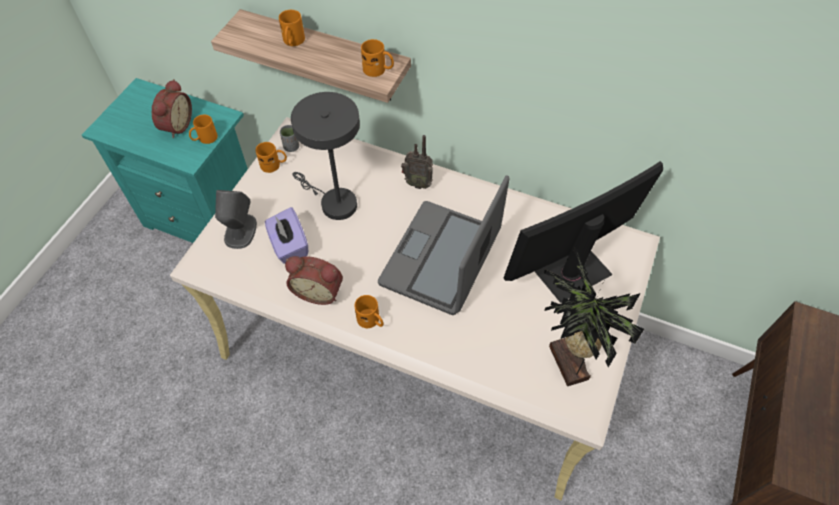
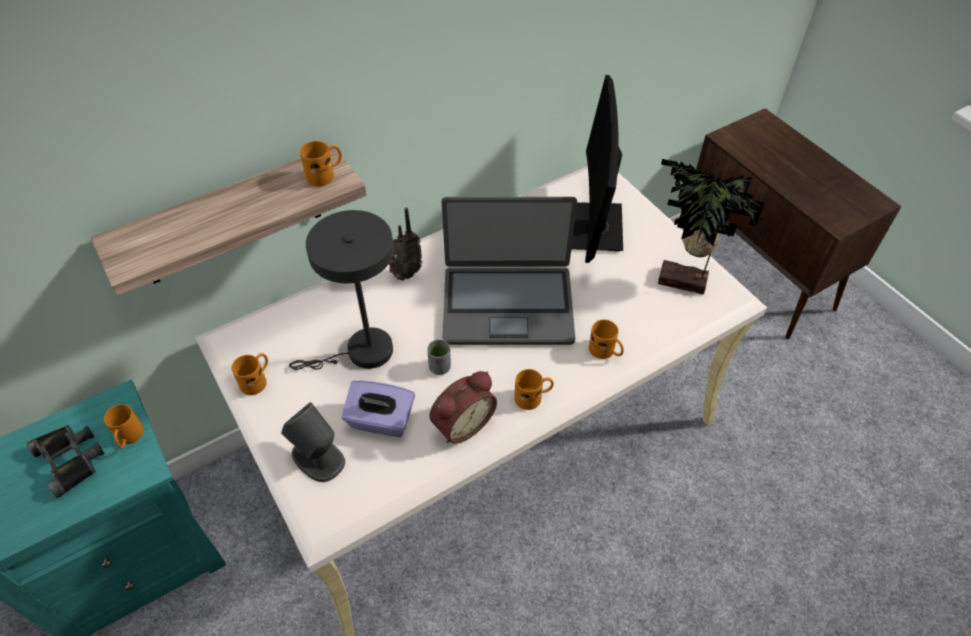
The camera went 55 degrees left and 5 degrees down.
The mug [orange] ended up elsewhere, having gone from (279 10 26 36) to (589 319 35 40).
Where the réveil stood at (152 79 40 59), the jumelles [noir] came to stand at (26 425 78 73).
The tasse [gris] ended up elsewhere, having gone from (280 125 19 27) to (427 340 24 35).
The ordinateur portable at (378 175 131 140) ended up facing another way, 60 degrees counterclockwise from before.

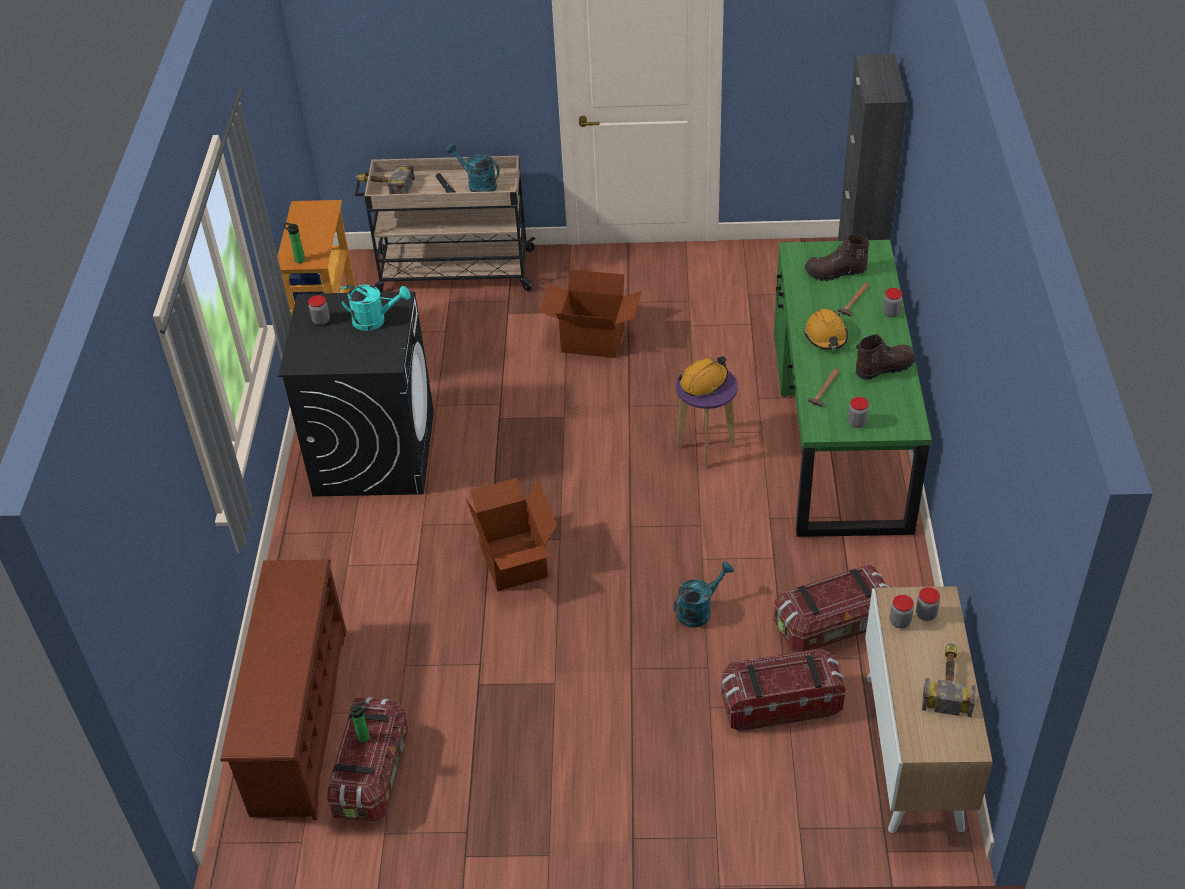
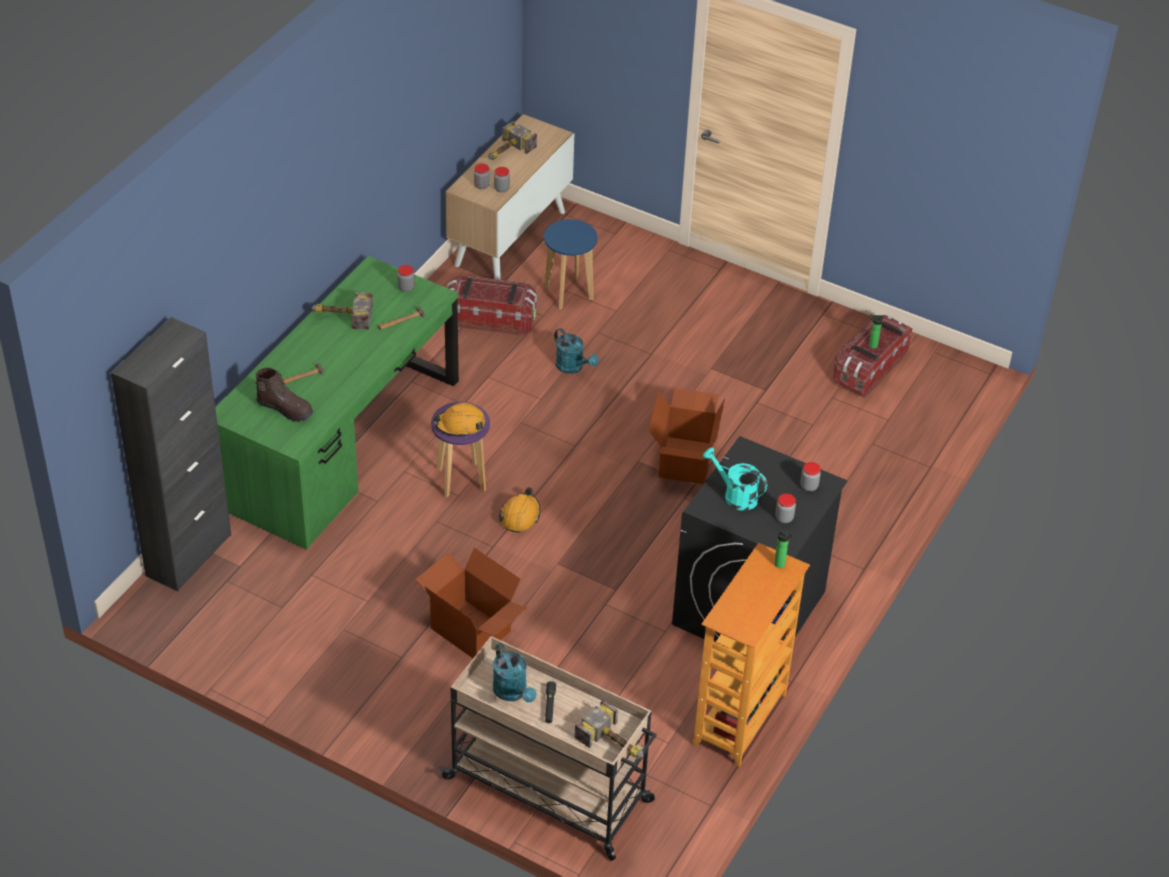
The camera went 155 degrees left and 0 degrees up.
The bocal ended up elsewhere, having gone from (882 288 20 29) to (800 462 21 29).
The casque de chantier [orange] ended up elsewhere, having gone from (804 309 44 41) to (499 487 42 46).
Where the botte [marron] stood at (855 334 61 46), the marteau came to stand at (311 292 62 38).
The second view lost the étagère à chaussures [marron] at (221 559 126 261).
The arrosoir [turquoise] at (673 561 61 67) ended up facing another way, 120 degrees counterclockwise from before.
Where the boîte de rangement stood at (721 648 125 83), the tabouret [bleu] came to stand at (544 219 54 90).

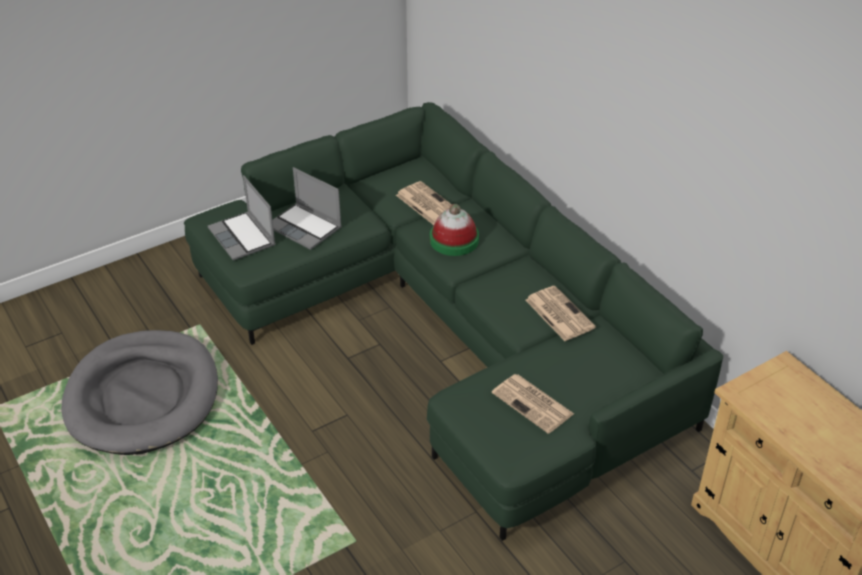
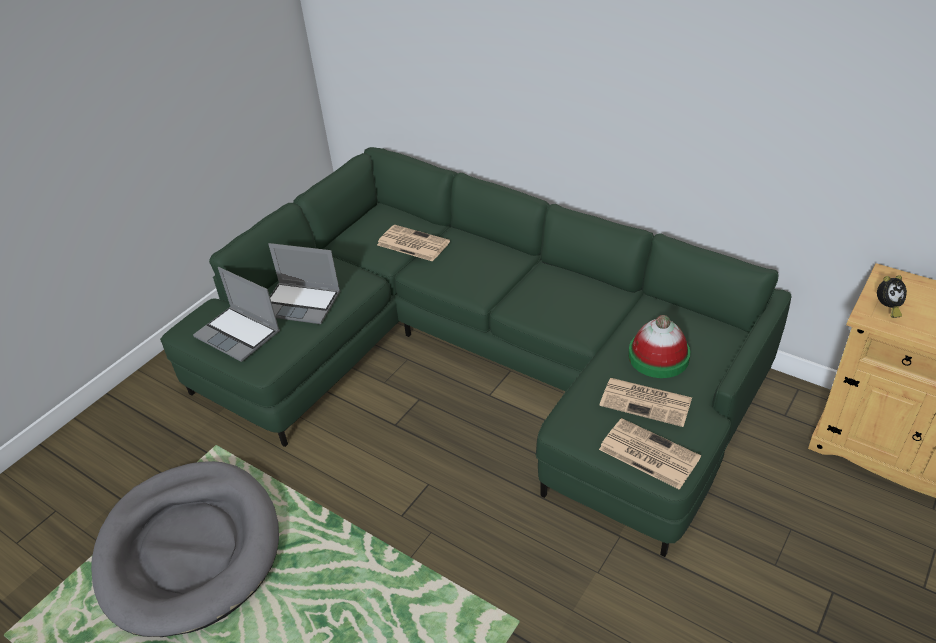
The camera went 20 degrees left and 0 degrees up.
The chapeau ended up elsewhere, having gone from (430 204 49 52) to (628 315 62 63).
The journal ended up elsewhere, having gone from (526 286 70 55) to (599 418 102 72).
The second view gained the réveil at (877 275 30 43).

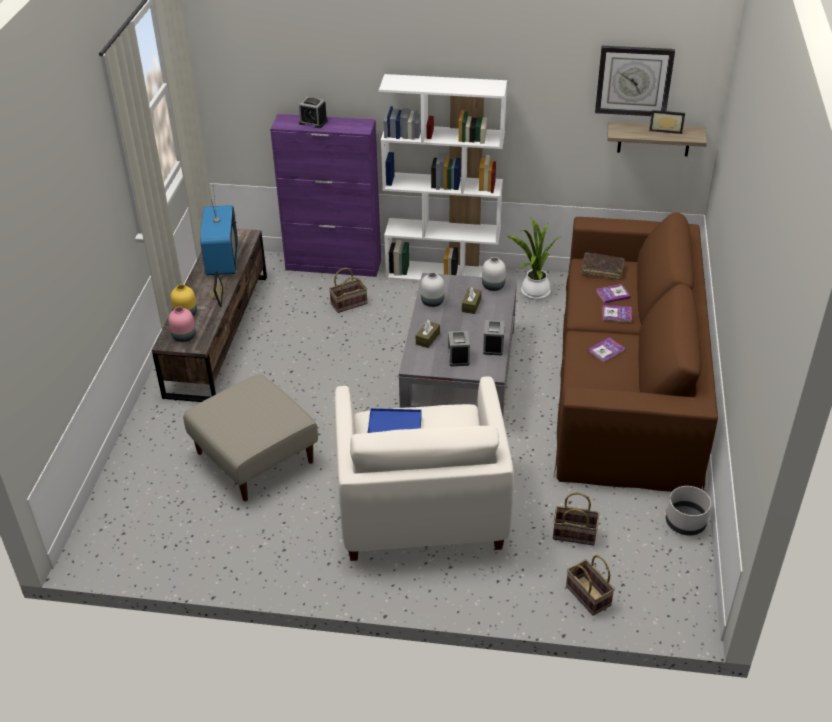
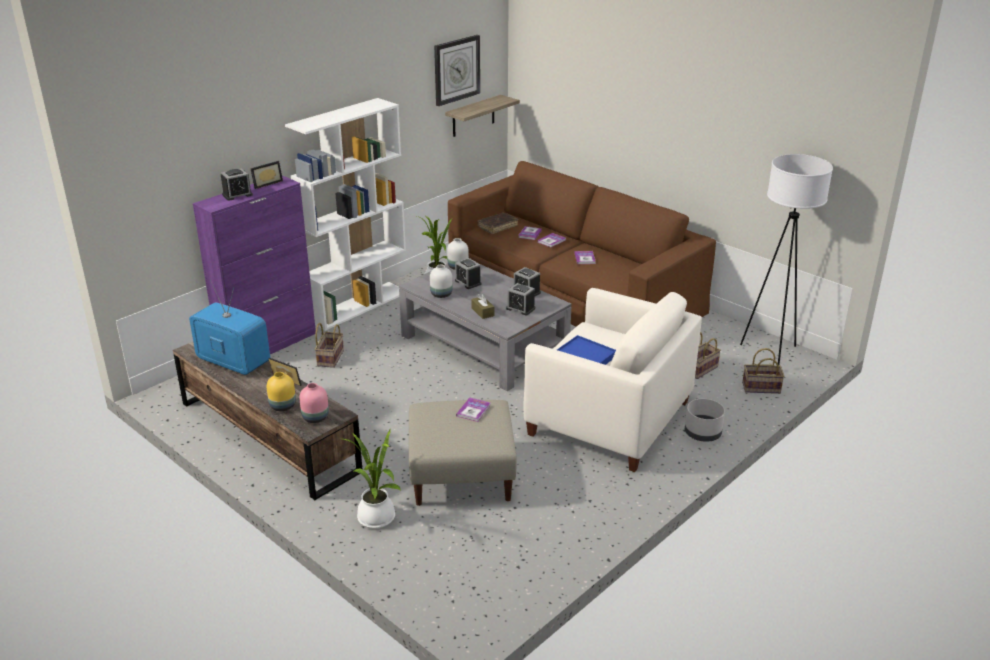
The camera went 55 degrees left and 10 degrees down.
The cadre photo ended up elsewhere, having gone from (649 110 36 24) to (250 161 33 28).
Where the boîte à mouchoirs [marron] stood at (462 287 19 27), the réveil came to stand at (455 258 26 31).
The cache-pot [gris] ended up elsewhere, having gone from (666 486 45 50) to (685 399 40 43).
The second view gained the lampadaire [blanc] at (740 154 93 211).
The second view gained the livre at (456 398 35 24).
The second view gained the plante en pot at (343 429 58 100).

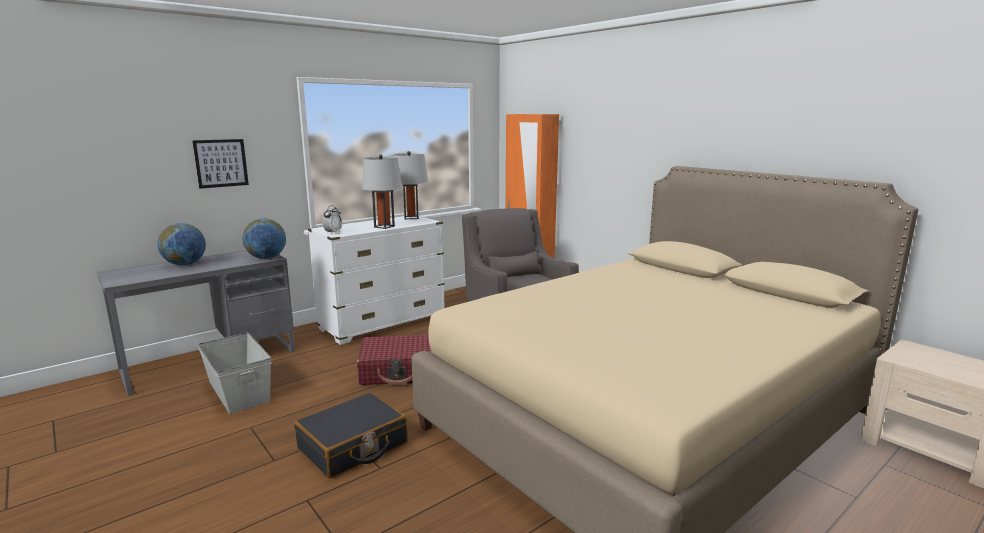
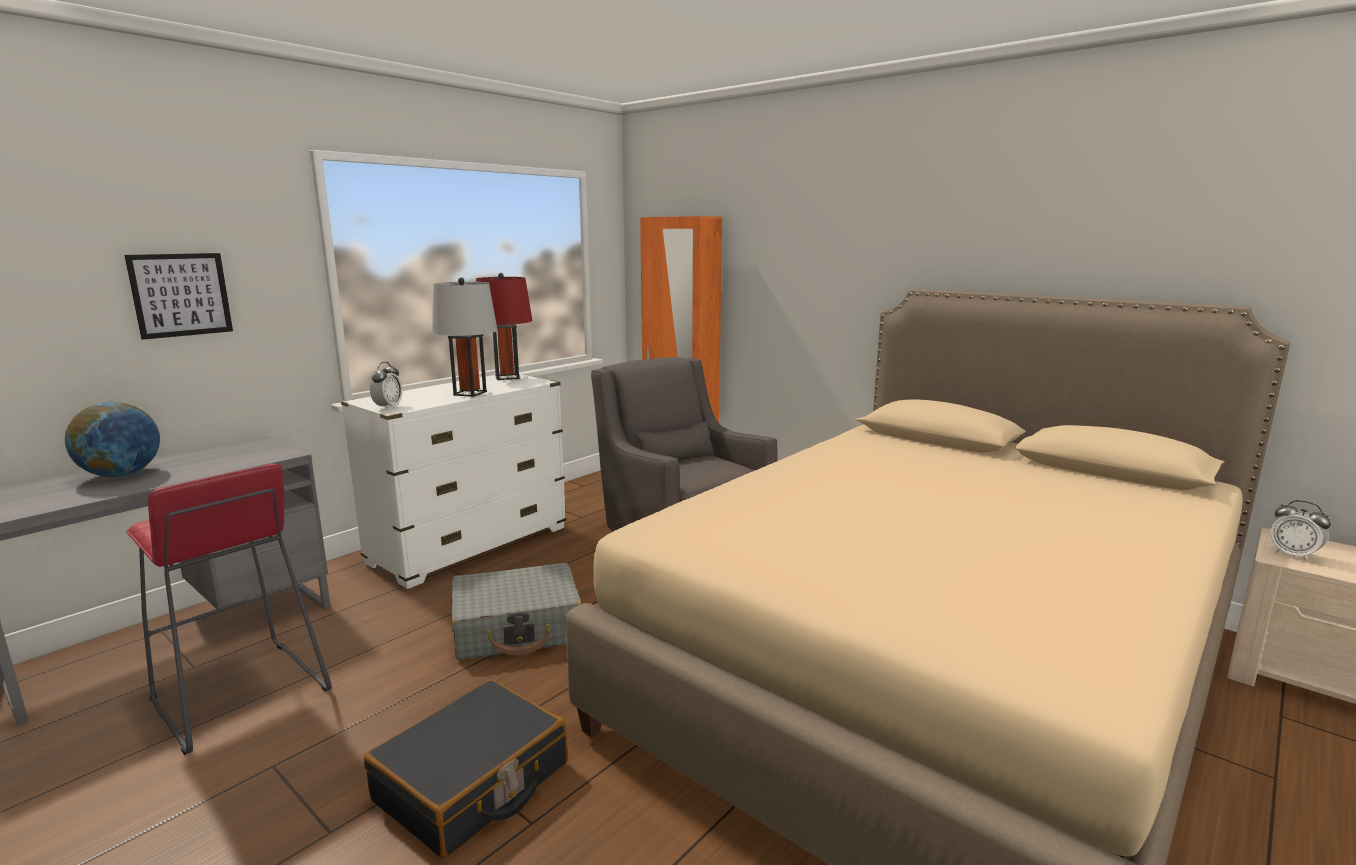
The camera went 10 degrees left and 0 degrees up.
What was the lampe de table [gris] at (393 151 35 68) turned into the lampe de table [rouge] at (476 273 57 107).
The second view lost the globe at (243 218 43 41).
Where the boîte de rangement [gris] stood at (198 333 74 81), the tabouret [rouge] came to stand at (126 464 206 291).
What was the valise [rouge] at (357 335 74 51) turned into the valise [gris] at (451 563 131 97).
The second view gained the réveil at (1270 500 61 61).

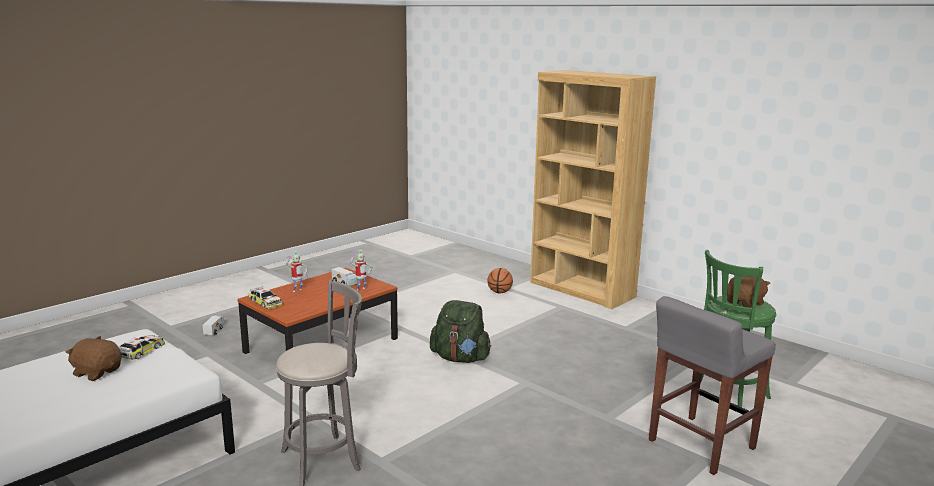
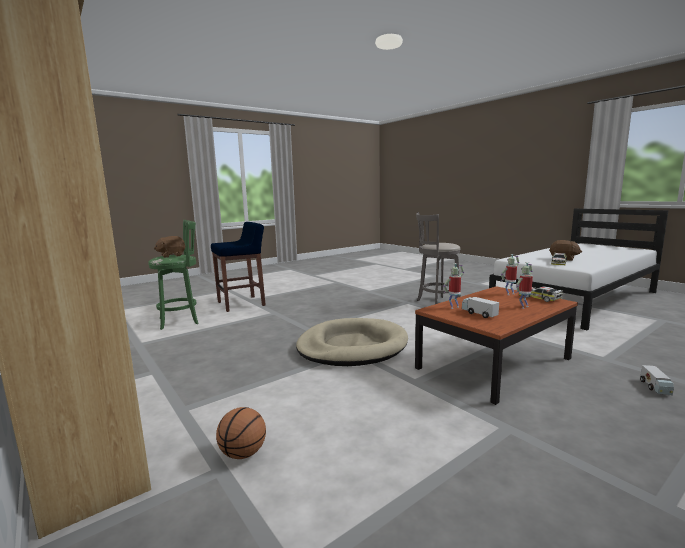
The camera went 170 degrees left and 5 degrees down.
What was the tabouret [gris] at (649 296 127 179) turned into the tabouret [bleu] at (211 222 55 90).
Where the sac à dos [vert] stood at (430 300 61 63), the panier pour chien [beige] came to stand at (296 318 112 48).
The second view gained the robot jouet at (501 254 18 41).

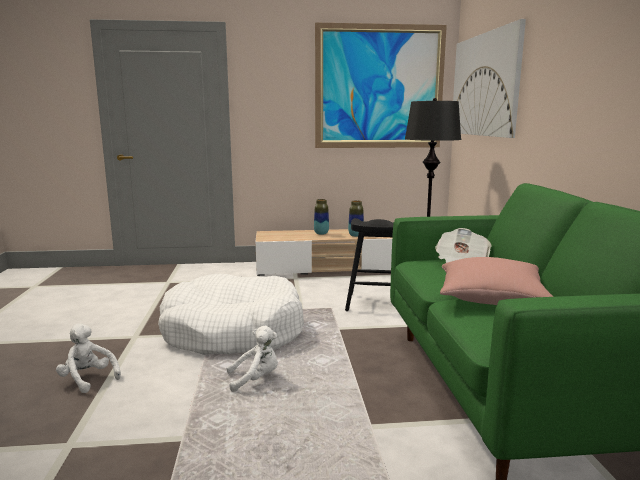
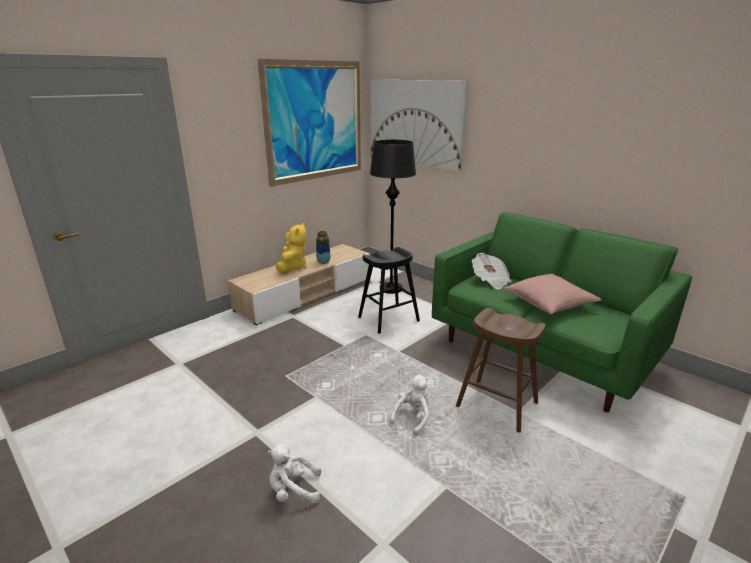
The camera went 40 degrees left and 10 degrees up.
Where the vase stood at (314 199 15 36), the peluche [jaune] came to stand at (276 223 31 50).
The second view lost the panier pour chien [blanc] at (158 274 146 81).
The second view gained the tabouret [marron] at (456 308 89 125).

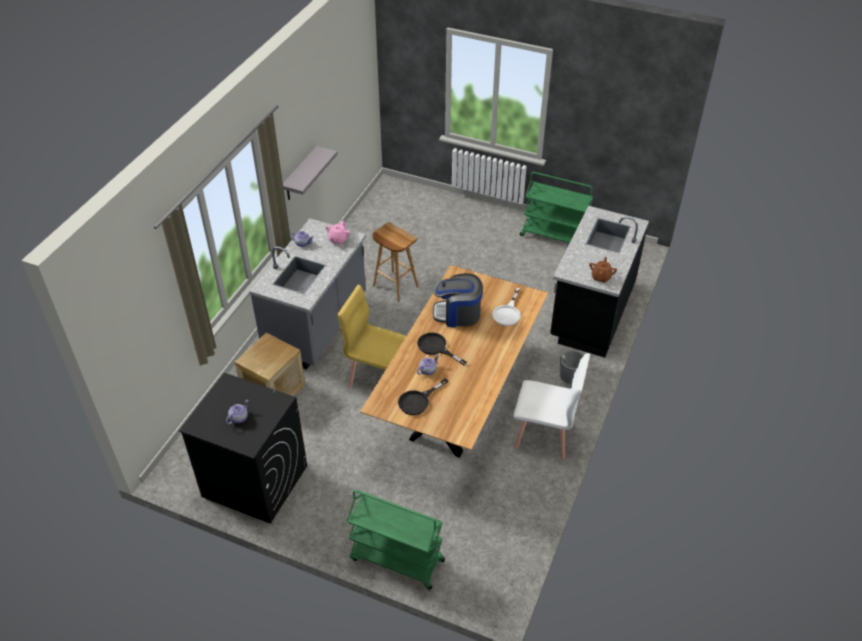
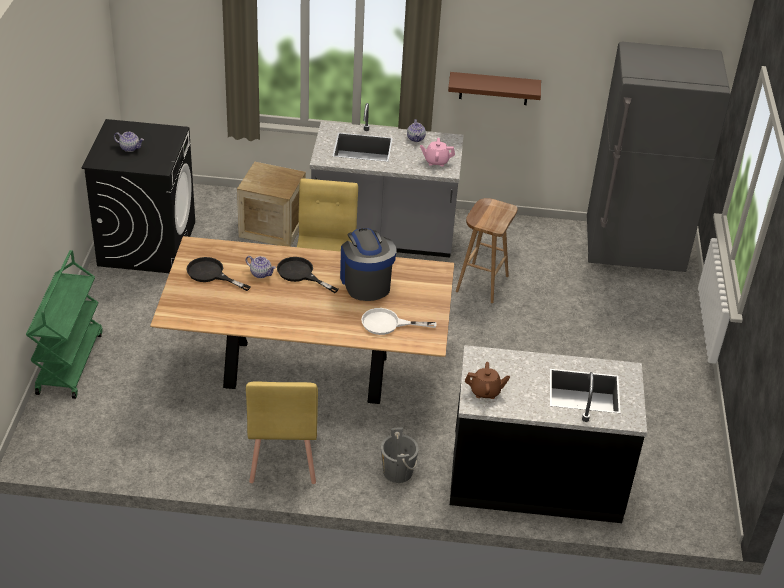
The camera went 70 degrees right and 5 degrees down.
What was the étagère [gris] at (283 146 55 54) turned into the étagère [marron] at (448 72 93 33).
The second view lost the chariot [vert] at (520 172 73 71).
The poêle [noir] at (417 332 50 33) ended up facing another way, 75 degrees counterclockwise from before.
What was the chaise [blanc] at (513 353 77 106) turned into the chaise [jaune] at (246 382 72 102).
The second view gained the réfrigérateur [gris] at (587 42 144 230).

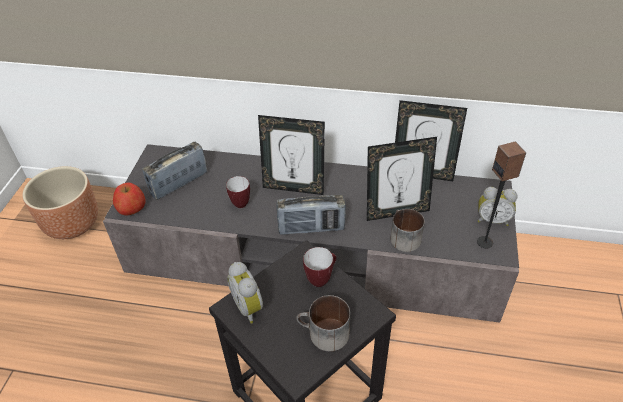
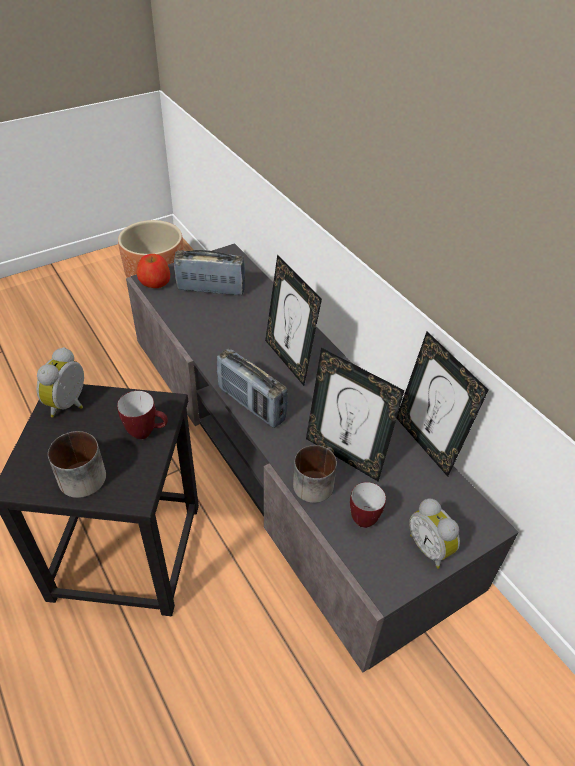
The camera went 45 degrees right and 0 degrees up.
The second view lost the enceinte at (477 142 49 106).
The mug ended up elsewhere, having gone from (226 176 24 32) to (350 482 36 46).

